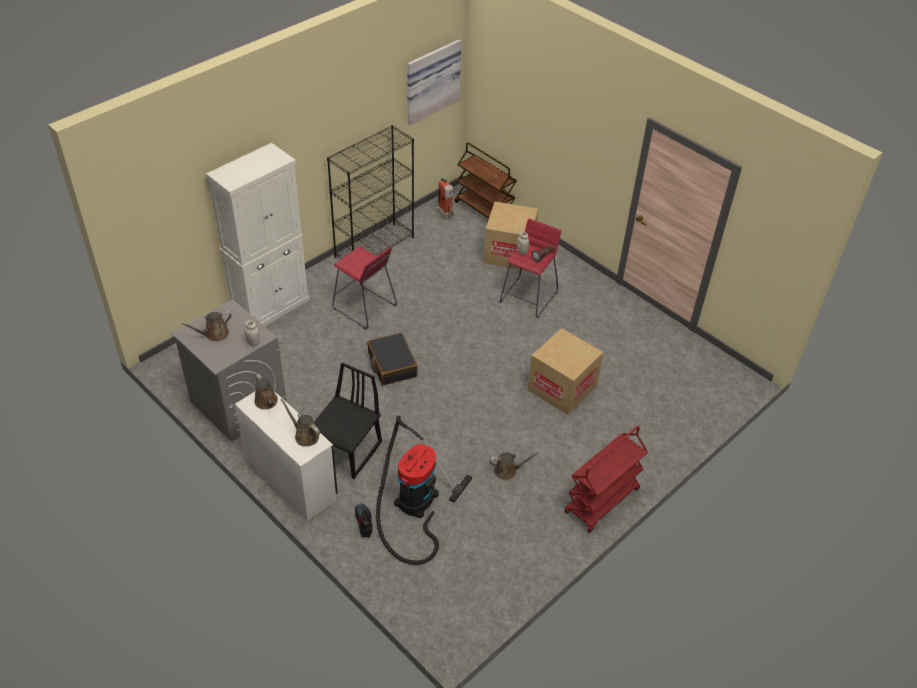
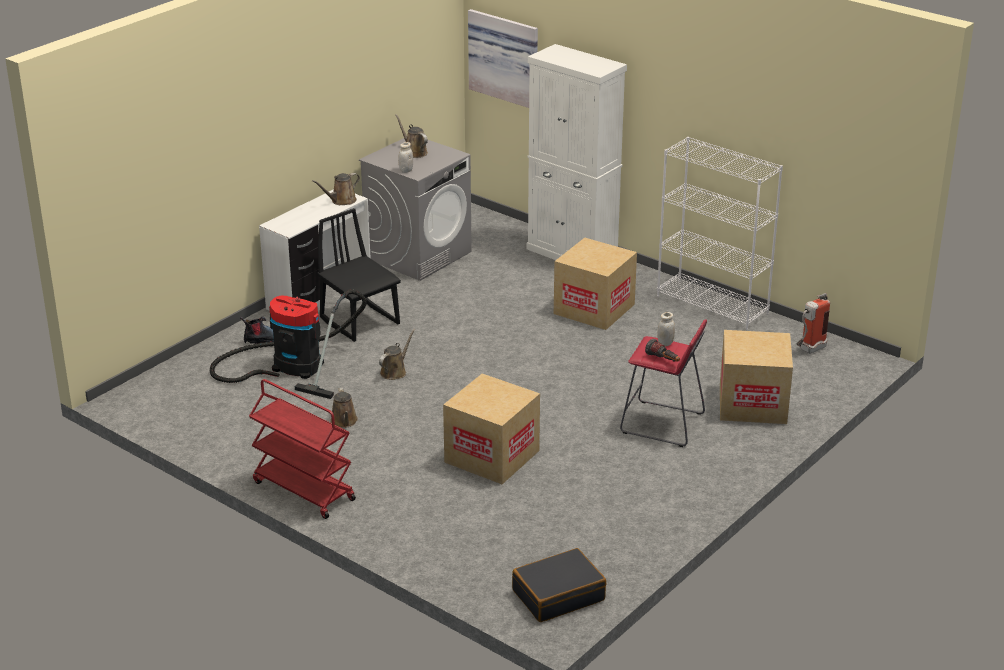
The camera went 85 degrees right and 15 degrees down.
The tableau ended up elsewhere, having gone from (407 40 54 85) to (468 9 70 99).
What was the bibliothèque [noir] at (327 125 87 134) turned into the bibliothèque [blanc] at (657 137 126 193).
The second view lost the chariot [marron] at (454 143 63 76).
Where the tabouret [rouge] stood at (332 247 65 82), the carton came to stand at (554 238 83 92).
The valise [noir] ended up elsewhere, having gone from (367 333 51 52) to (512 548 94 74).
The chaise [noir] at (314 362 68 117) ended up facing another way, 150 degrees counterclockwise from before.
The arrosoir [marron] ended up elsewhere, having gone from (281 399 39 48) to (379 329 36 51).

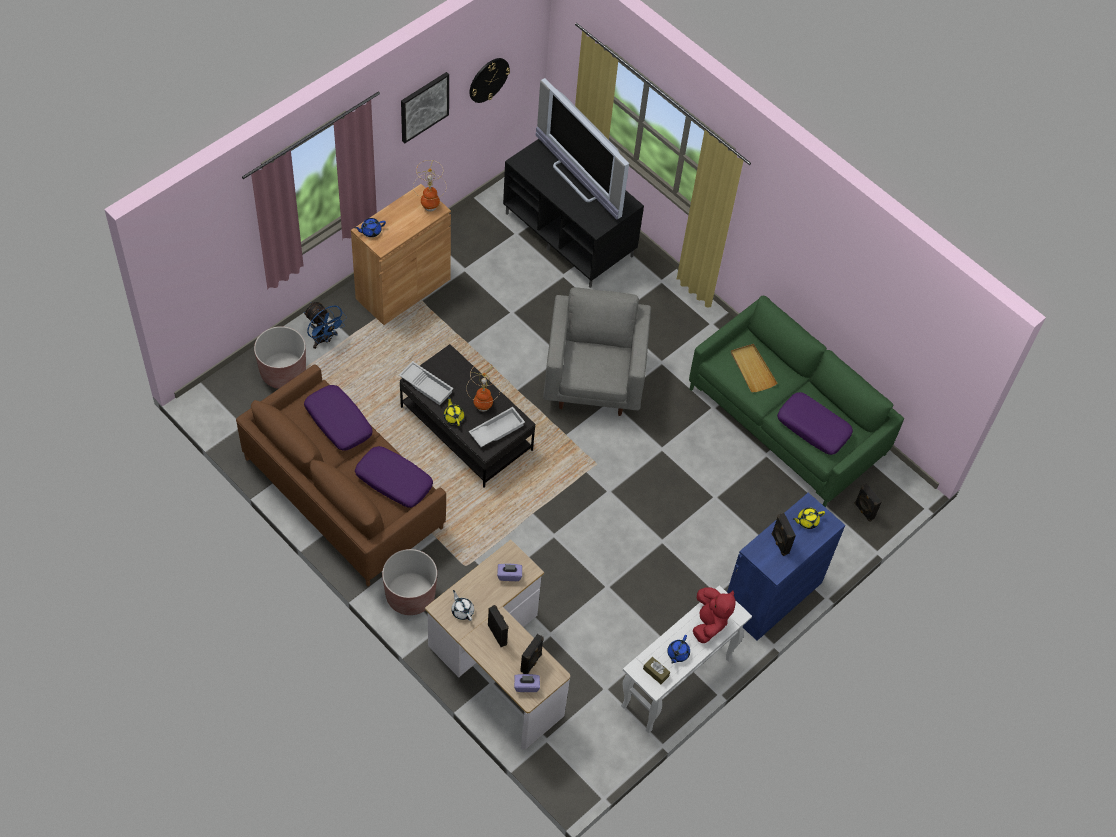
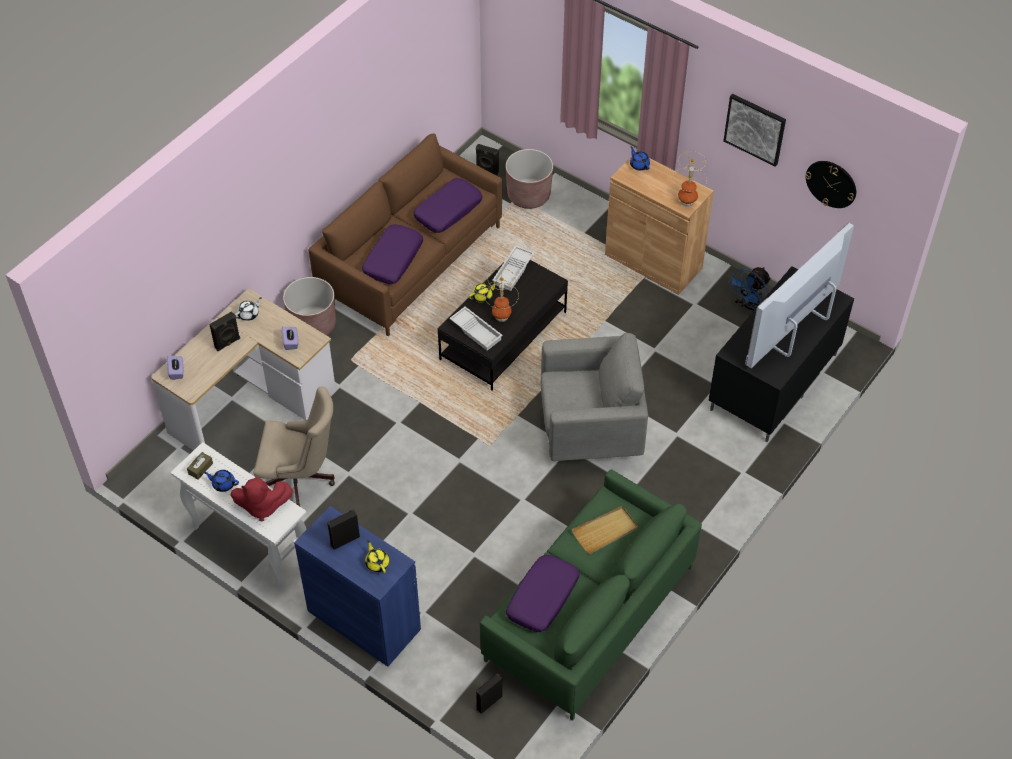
The camera went 85 degrees right and 5 degrees down.
The ventilateur [bleu] ended up elsewhere, having gone from (304 302 43 47) to (728 267 43 44).
The enceinte [noir] ended up elsewhere, having gone from (520 634 24 40) to (476 144 23 32).
The second view gained the chaise de bureau [beige] at (254 387 81 119).

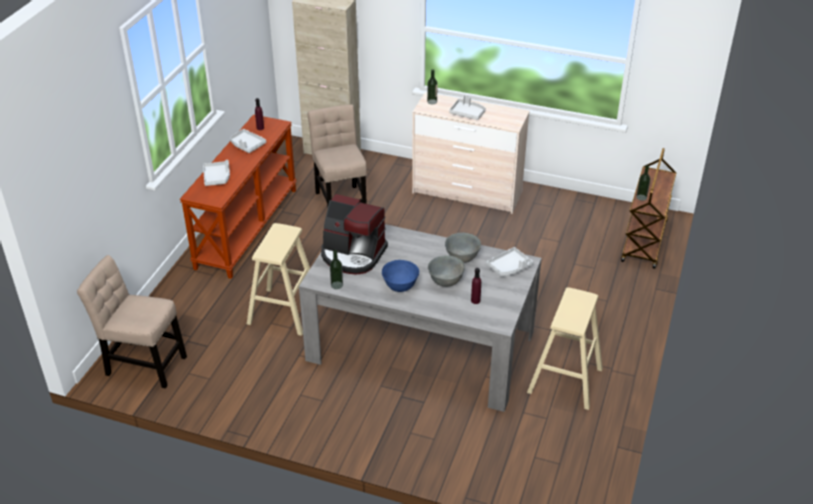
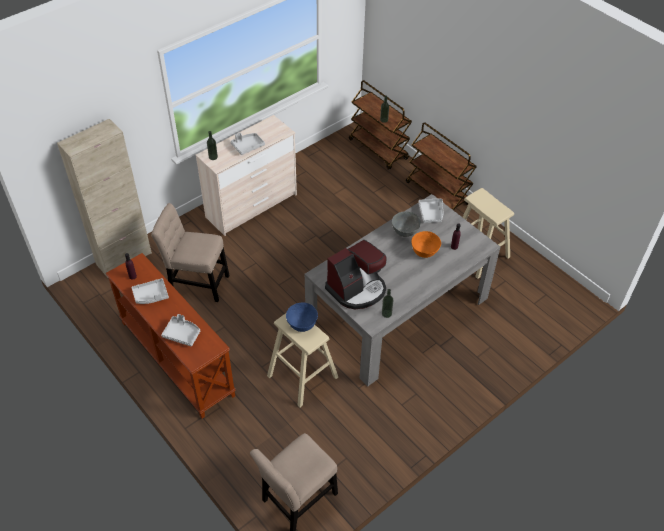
The camera went 60 degrees left and 10 degrees up.
What was the bol [gris] at (428 255 37 32) turned into the bol [orange] at (411 231 30 27).
The bol [bleu] ended up elsewhere, having gone from (382 260 37 32) to (286 303 32 29).
The second view gained the chariot [marron] at (406 122 71 88).

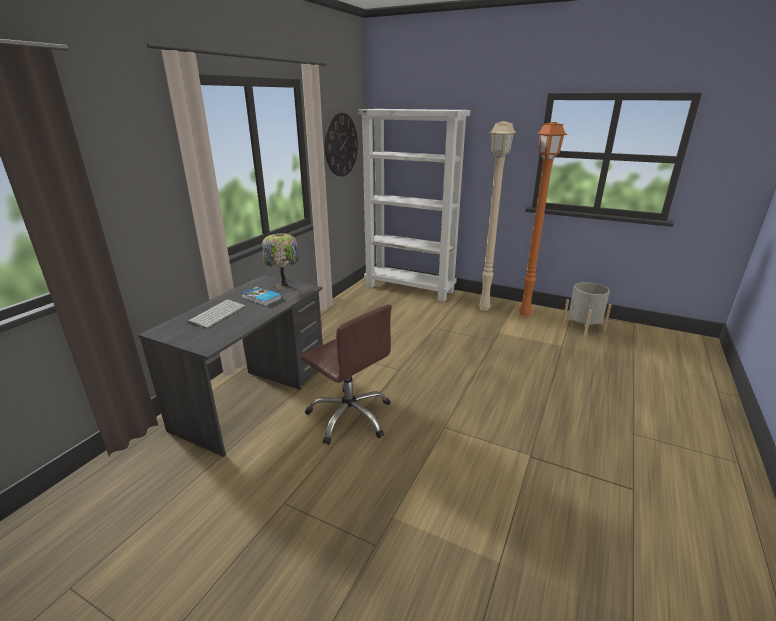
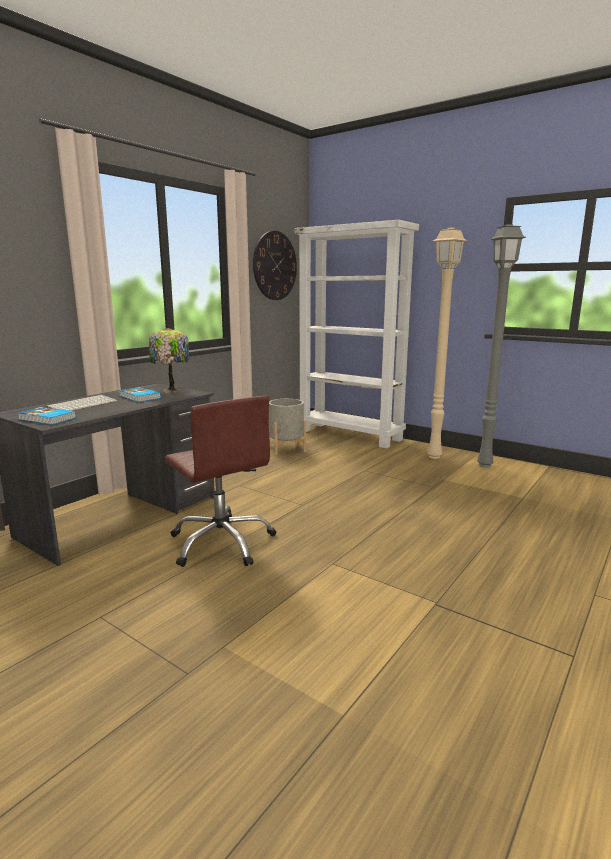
The camera went 10 degrees right and 10 degrees down.
What was the lampadaire [orange] at (519 122 49 195) turned into the lampadaire [gris] at (477 224 49 243).
The cache-pot [gris] ended up elsewhere, having gone from (562 282 49 56) to (269 399 37 56).
The second view gained the livre at (18 407 58 18).

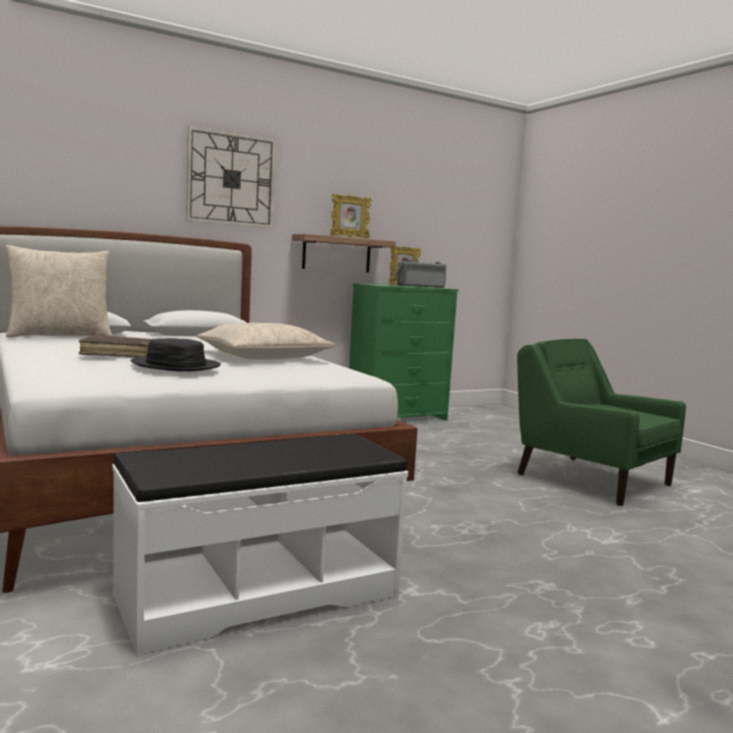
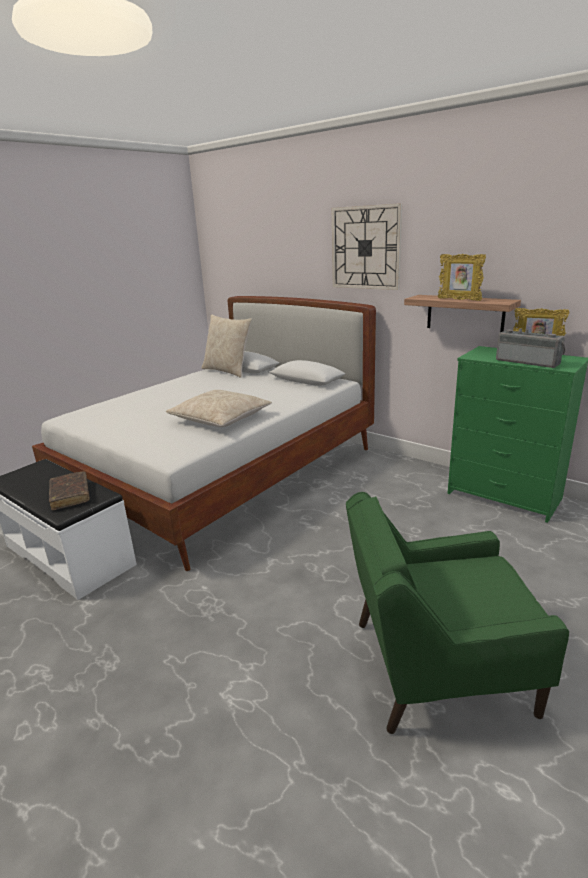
The camera went 70 degrees right and 15 degrees up.
The livre [marron] ended up elsewhere, having gone from (79 334 74 23) to (49 472 41 38).
The second view lost the chapeau [noir] at (131 338 90 34).
The fauteuil [vert] at (517 339 169 167) ended up facing another way, 120 degrees counterclockwise from before.

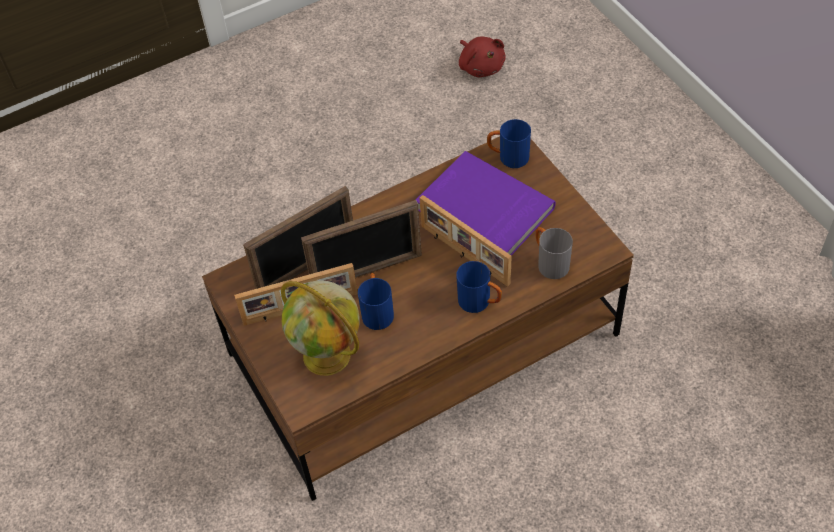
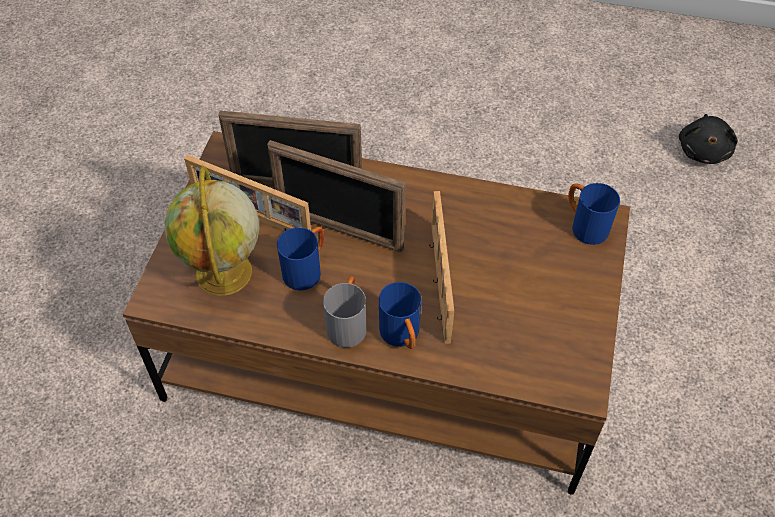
The camera went 40 degrees right and 0 degrees up.
What was the peluche [rouge] at (459 37 47 40) turned into the peluche [noir] at (679 114 59 50).
The second view lost the livre [violet] at (416 151 140 104).
The mug [gris] ended up elsewhere, having gone from (536 227 37 52) to (323 276 43 72).

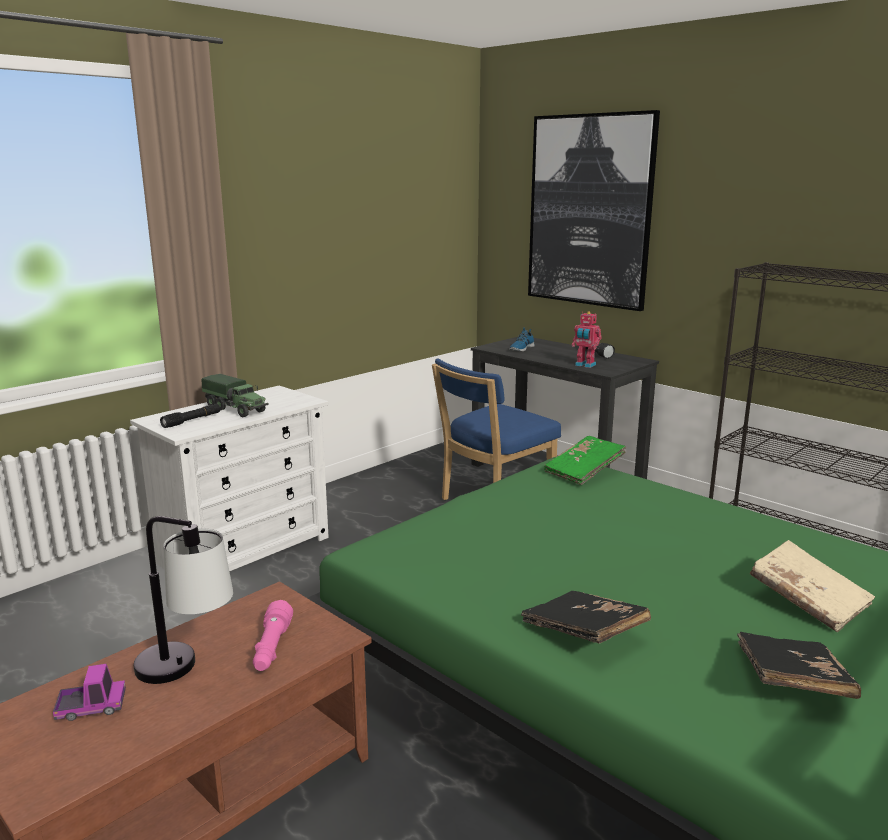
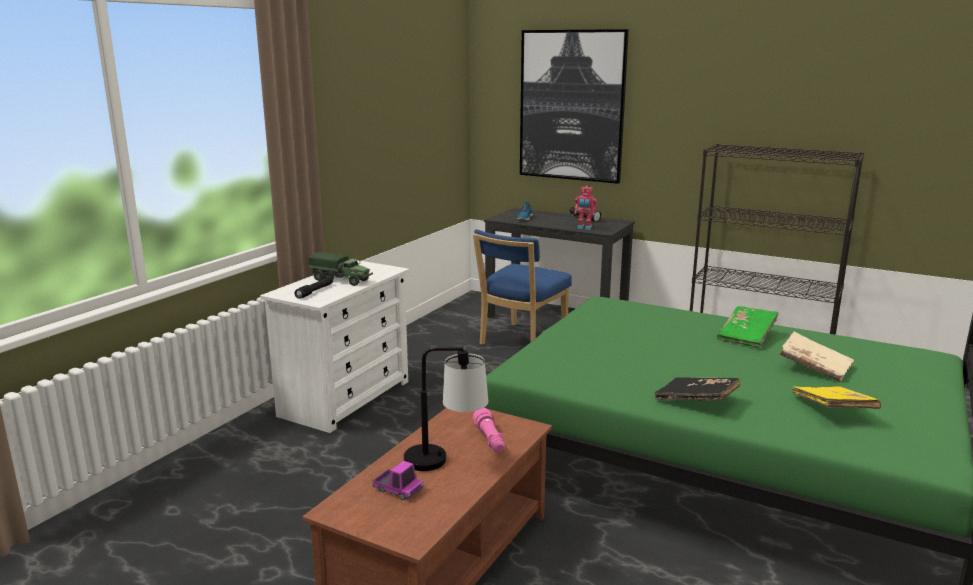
The camera went 15 degrees left and 0 degrees up.
The livre [vert] ended up elsewhere, having gone from (544 436 82 49) to (716 306 63 42).
What was the livre [noir] at (737 632 124 67) turned into the livre [jaune] at (792 386 89 23).
The camion jouet at (53 664 73 57) ended up facing another way, 60 degrees clockwise from before.

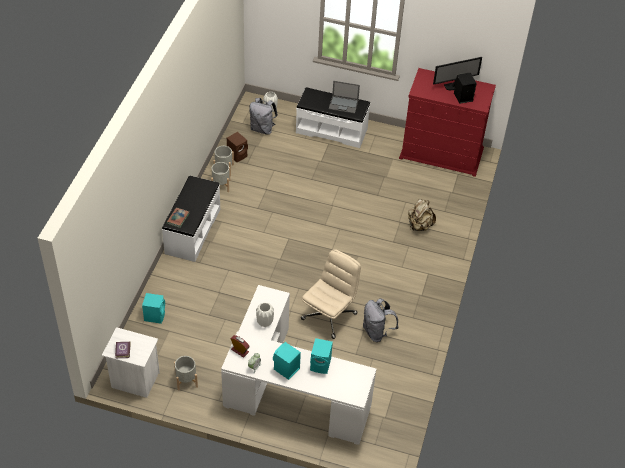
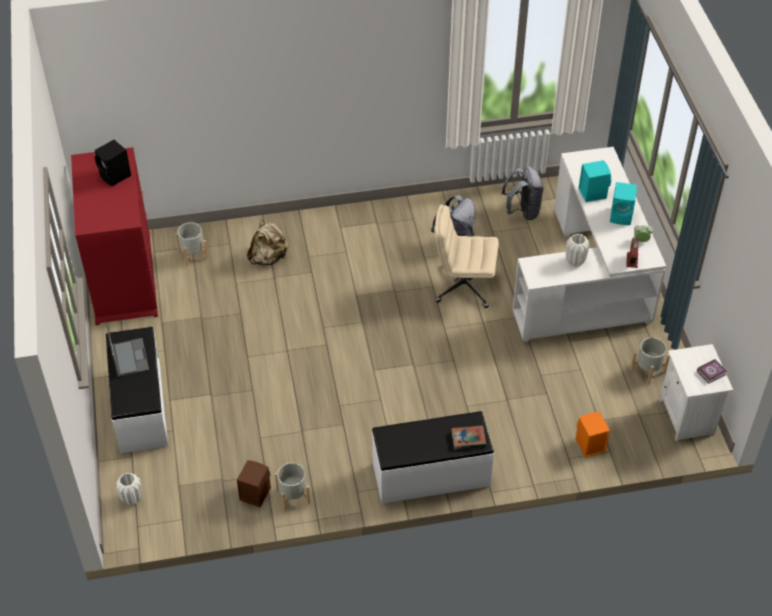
The camera went 115 degrees left and 0 degrees up.
The second view lost the écran d'ordinateur at (433 57 49 33).
The sac à dos [gris] ended up elsewhere, having gone from (249 98 29 37) to (501 166 42 54).
The cache-pot [gris] ended up elsewhere, having gone from (211 162 19 30) to (175 222 34 44).
What was the enceinte [turquoise] at (142 293 23 31) turned into the enceinte [orange] at (575 412 35 46).

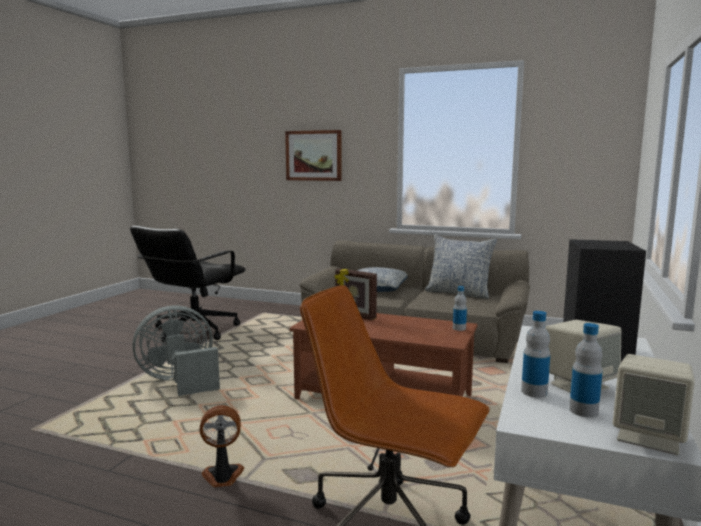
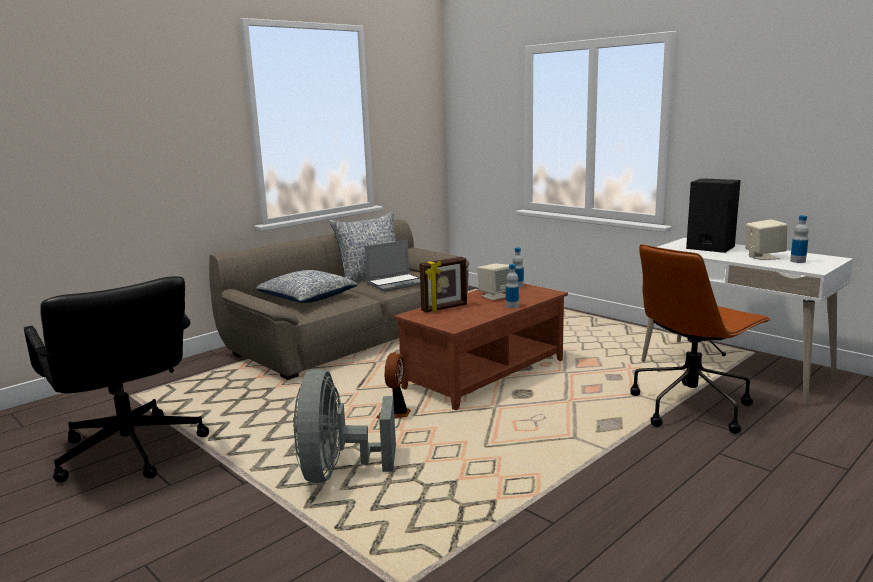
The camera went 65 degrees left and 5 degrees up.
The second view lost the tableau at (285 130 57 51).
The bouteille ended up elsewhere, having gone from (521 311 29 87) to (506 264 13 44).
The enceinte [beige] ended up elsewhere, having gone from (613 354 82 101) to (477 263 32 37).
The ventilateur ended up elsewhere, having gone from (200 405 44 82) to (376 352 35 67).
The second view gained the ordinateur portable at (365 240 55 52).

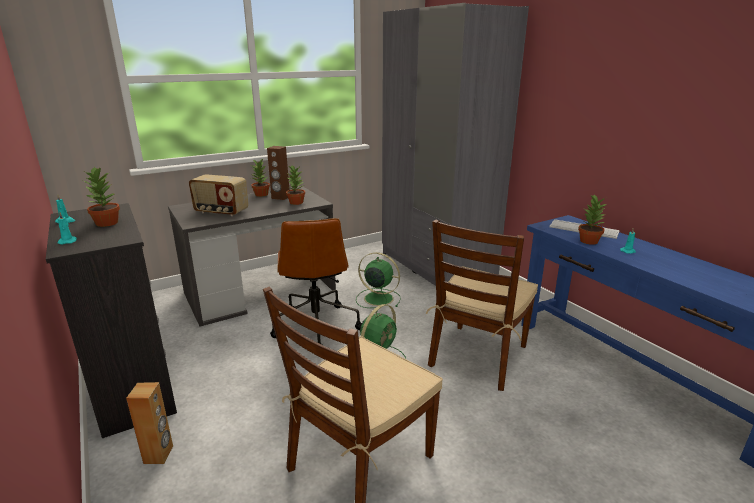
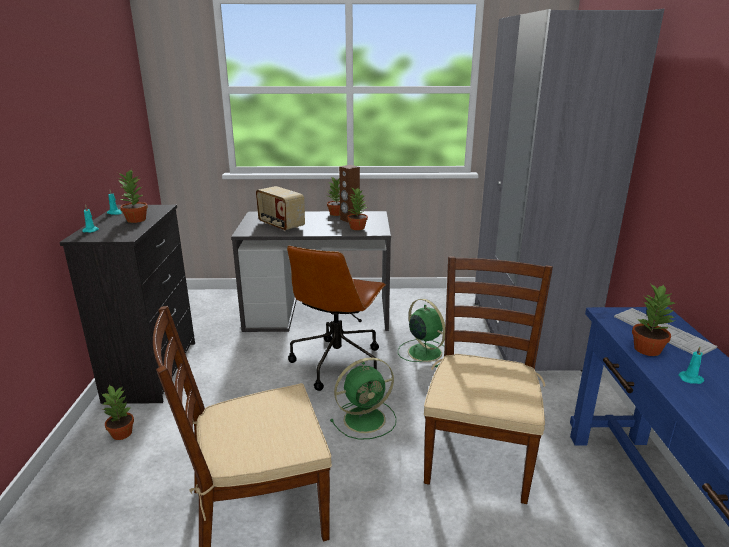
The camera went 30 degrees right and 0 degrees up.
The chaise [marron] at (426 220 112 171) ended up facing another way, 135 degrees clockwise from before.
Where the enceinte [marron] stood at (126 382 47 82), the plante en pot came to stand at (101 385 33 55).

